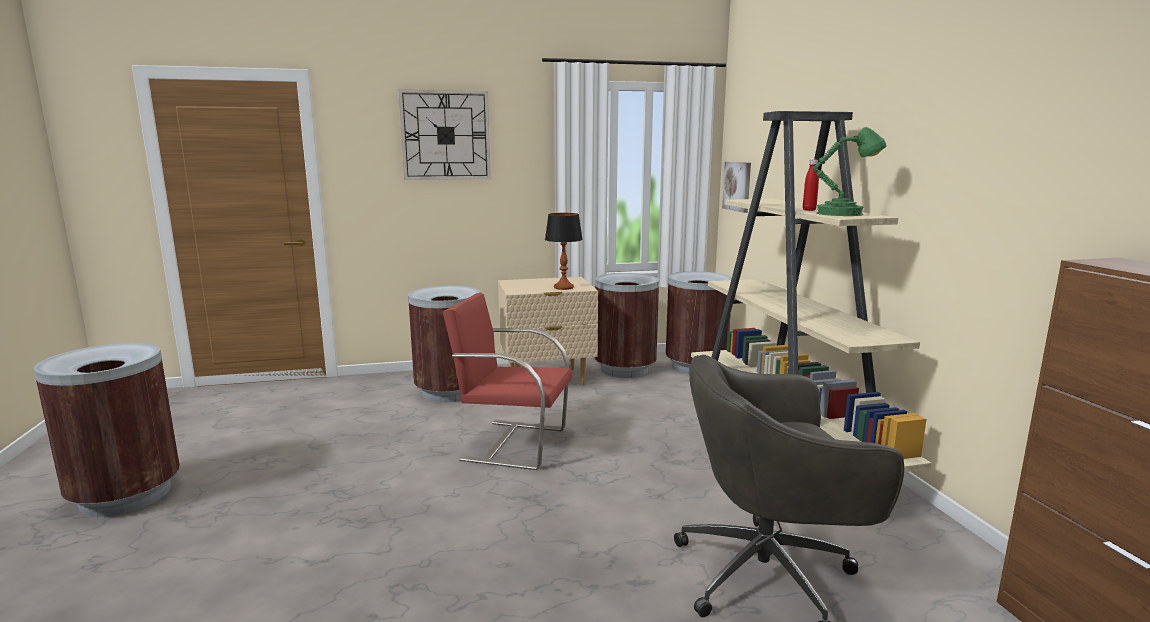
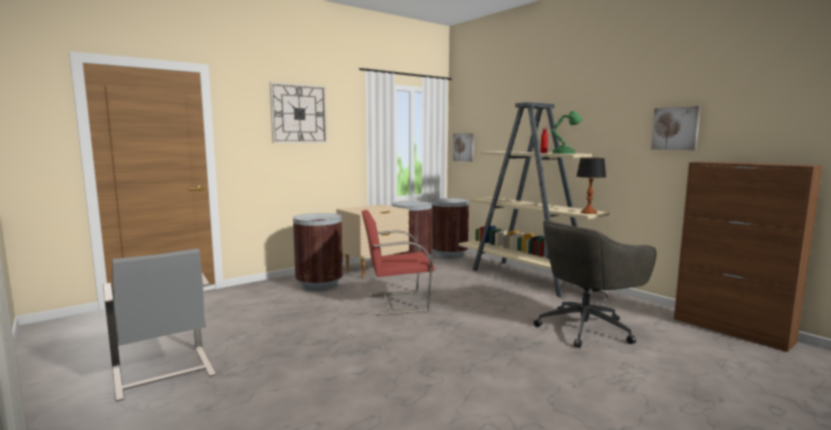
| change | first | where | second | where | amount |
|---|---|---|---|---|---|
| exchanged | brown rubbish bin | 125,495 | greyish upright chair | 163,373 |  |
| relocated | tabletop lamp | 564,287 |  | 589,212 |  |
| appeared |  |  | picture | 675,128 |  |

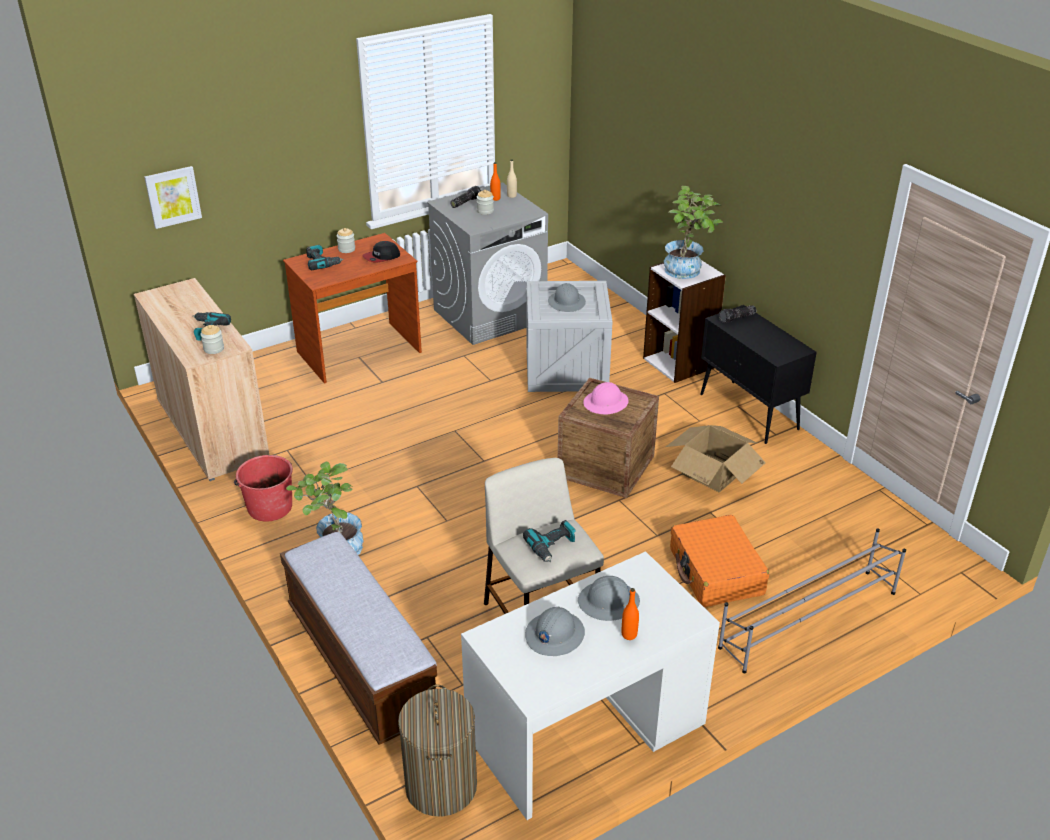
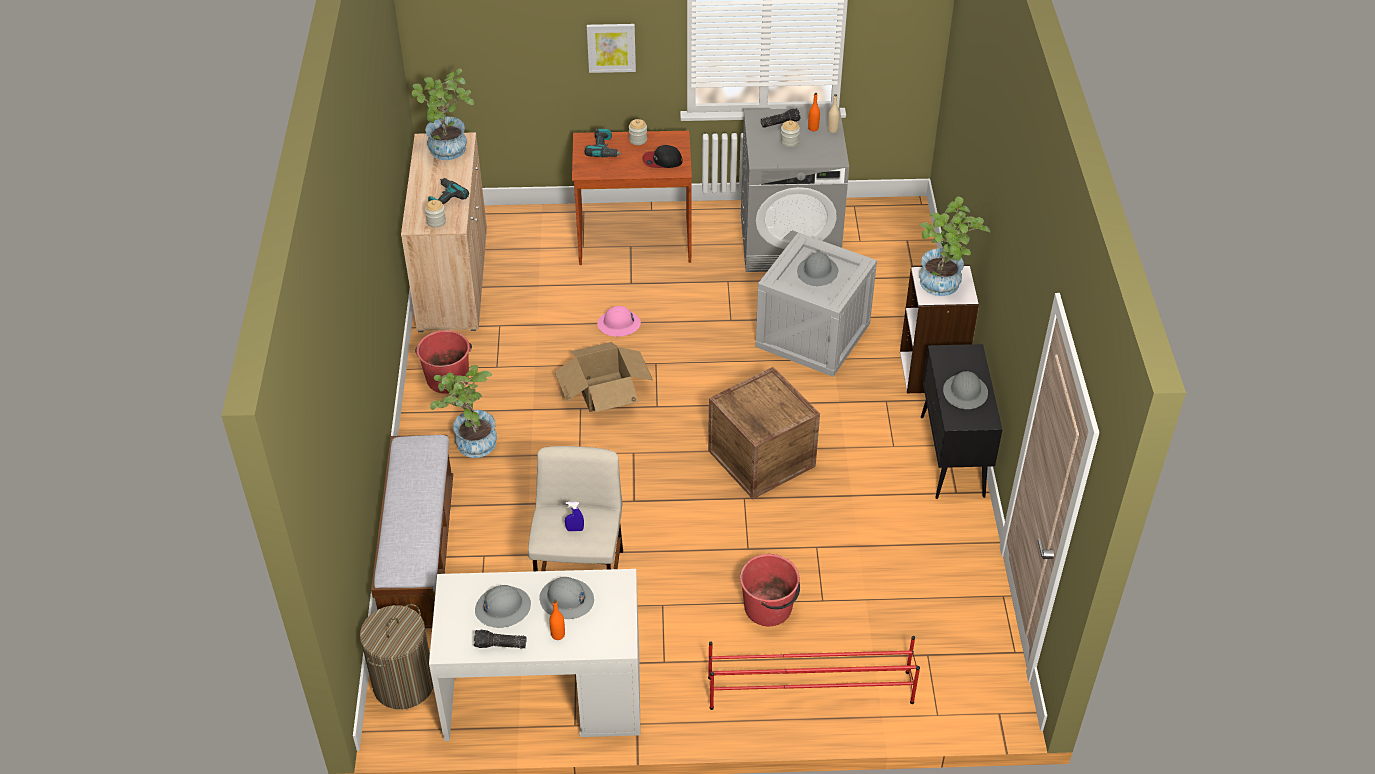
| change | first | where | second | where | amount |
|---|---|---|---|---|---|
| relocated | picture | 173,196 |  | 611,47 |  |
| exchanged | drill | 552,547 | bluish spray bottle | 575,529 |  |
| relocated | pink-coloured hard hat | 606,403 |  | 619,324 |  |
| relocated | packing box | 713,472 |  | 604,392 |  |
| exchanged | orange-coloured suitcase | 716,572 | red pail | 769,607 |  |
| colour | greyish shoe stand | 807,620 | red shoe stand | 809,689 |  |
| relocated | torch | 737,318 |  | 500,645 |  |
| appeared |  |  | houseplant | 448,152 |  |
| appeared |  |  | greyish hard hat | 965,392 |  |

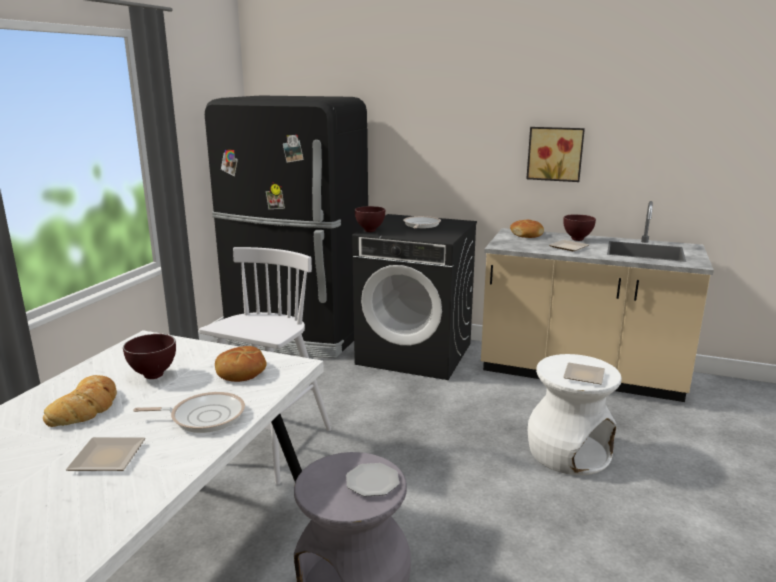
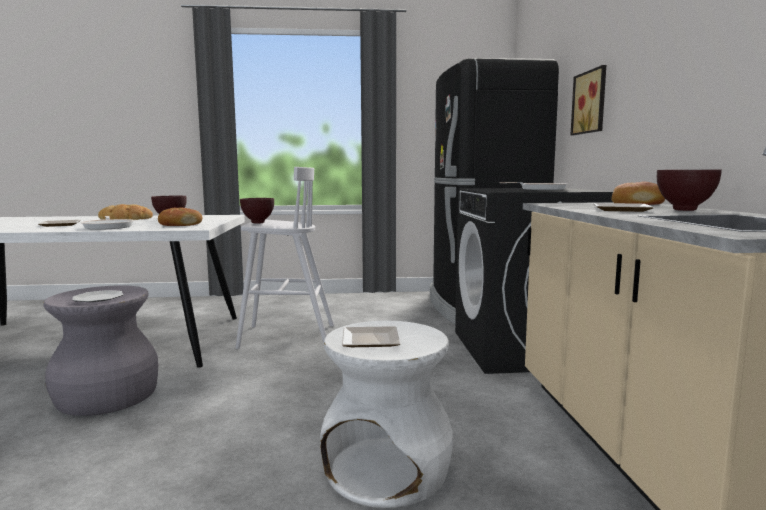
| change | first | where | second | where | amount |
|---|---|---|---|---|---|
| relocated | brown bowl | 370,231 |  | 258,223 |  |
| relocated | picture | 555,153 |  | 591,102 |  |

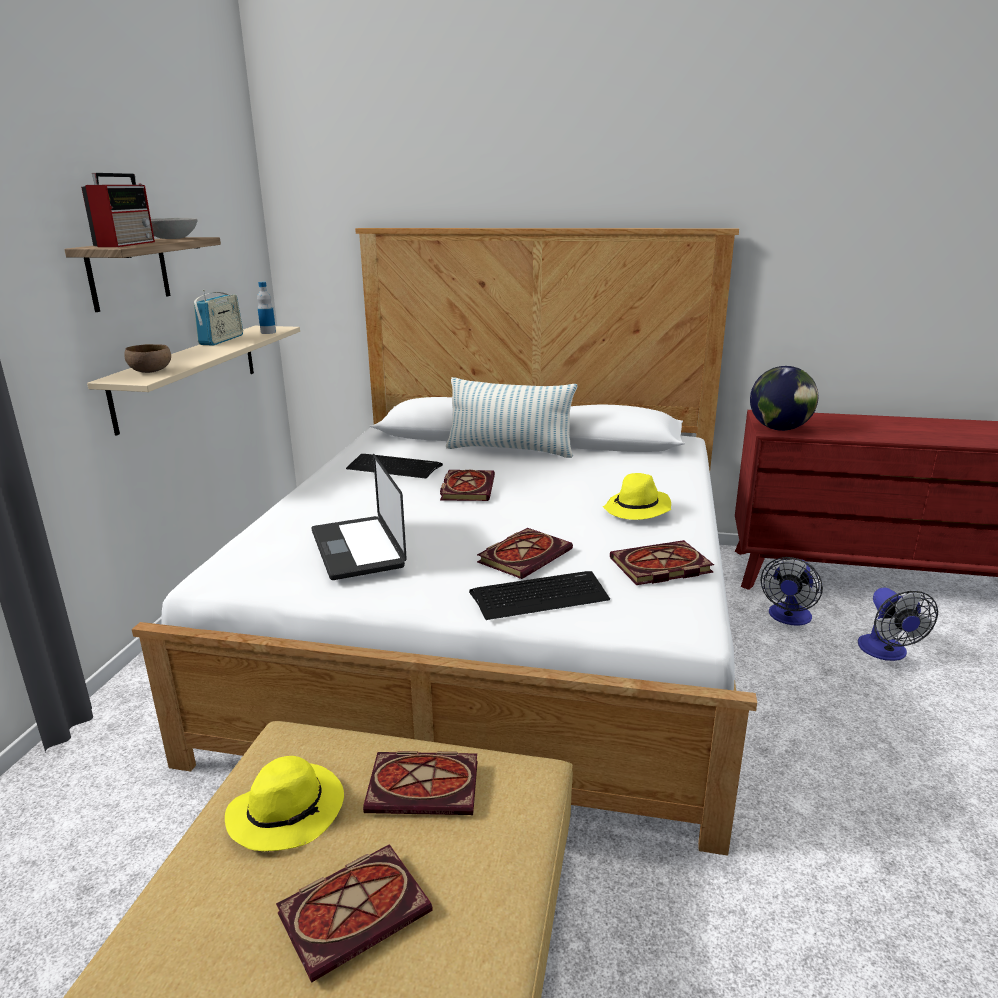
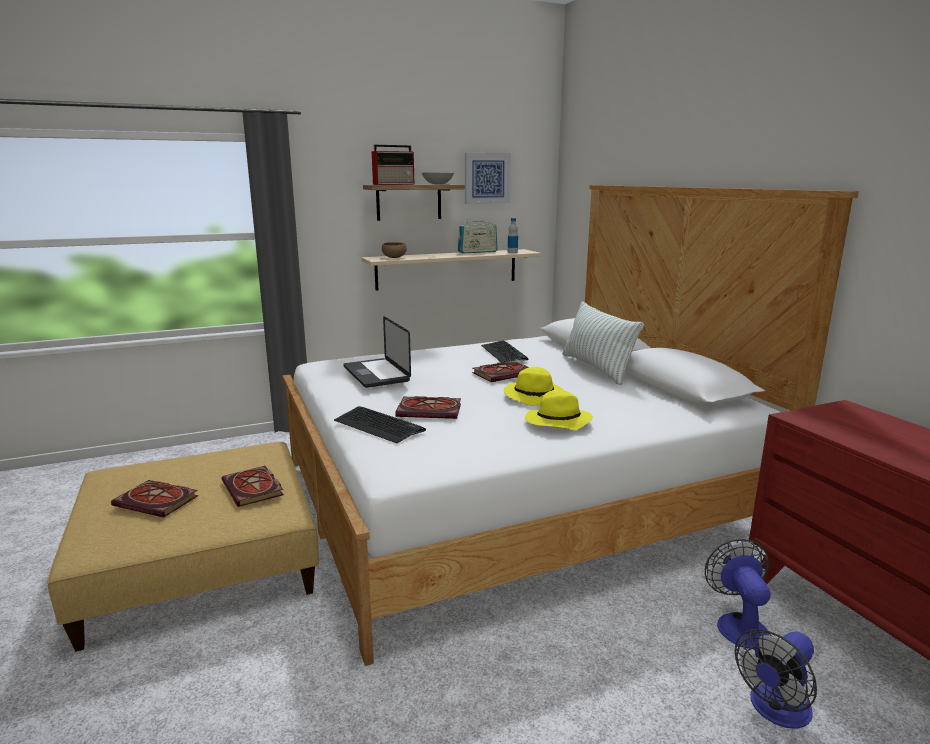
| change | first | where | second | where | amount |
|---|---|---|---|---|---|
| relocated | yellowish hat | 288,810 |  | 535,396 |  |
| spun | notebook computer | 357,549 |  | 376,374 | 60 degrees counterclockwise |
| missing | book | 659,567 |  |  |  |
| missing | desk globe | 779,429 |  |  |  |
| spun | fan | 788,618 |  | 738,624 | 90 degrees clockwise |
| appeared |  |  | picture | 487,178 |  |

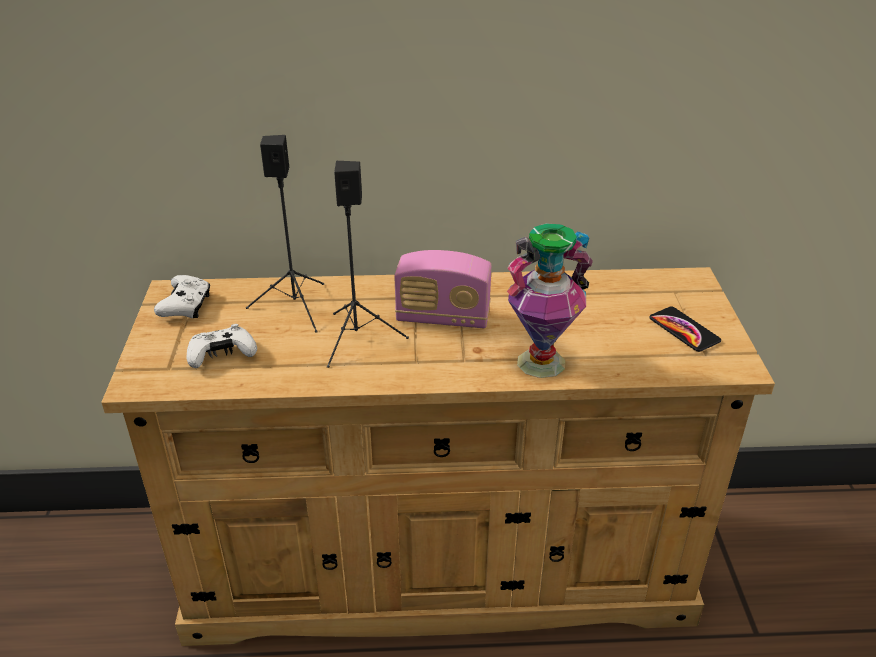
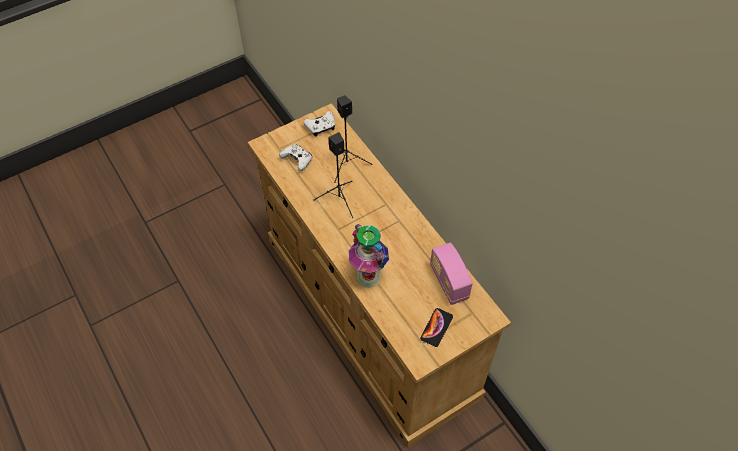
| change | first | where | second | where | amount |
|---|---|---|---|---|---|
| relocated | radio set | 443,318 |  | 448,282 |  |

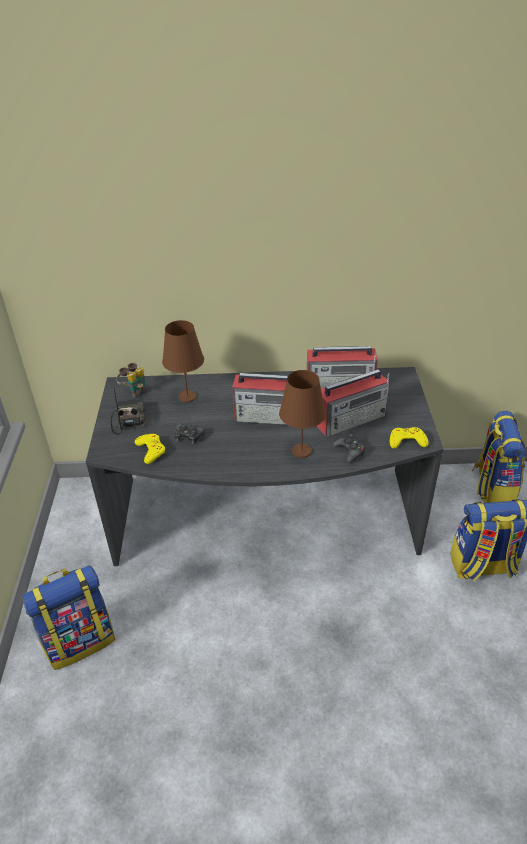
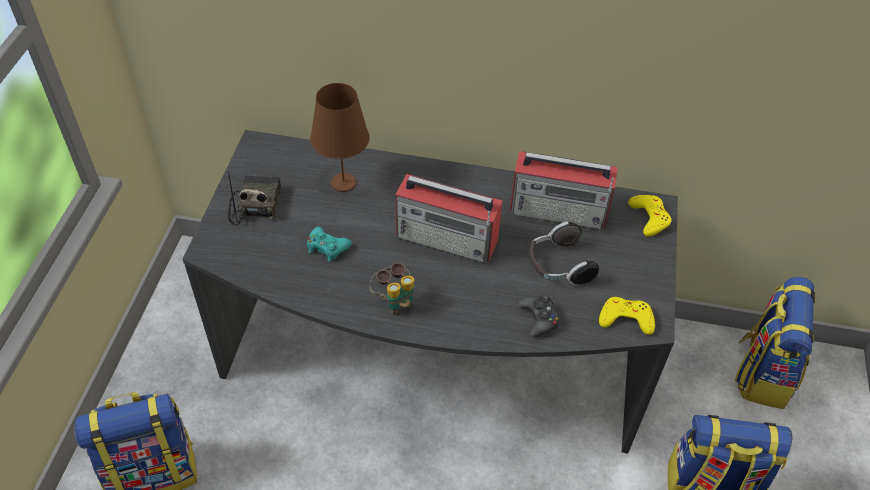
| change | first | where | second | where | amount |
|---|---|---|---|---|---|
| relocated | pair of binoculars | 134,390 |  | 394,301 |  |
| relocated | yellowish joypad | 151,450 |  | 649,217 |  |
| colour | black joypad | 188,436 | turquoise joypad | 327,247 |  |
| missing | brown tabletop lamp | 301,450 |  |  |  |
| exchanged | radio set | 351,419 | headset | 558,266 |  |

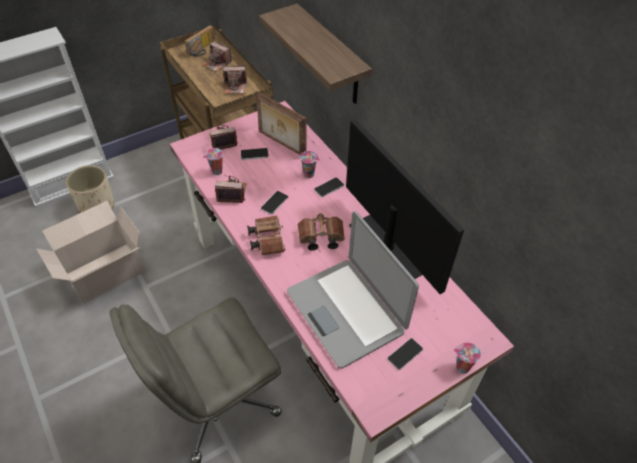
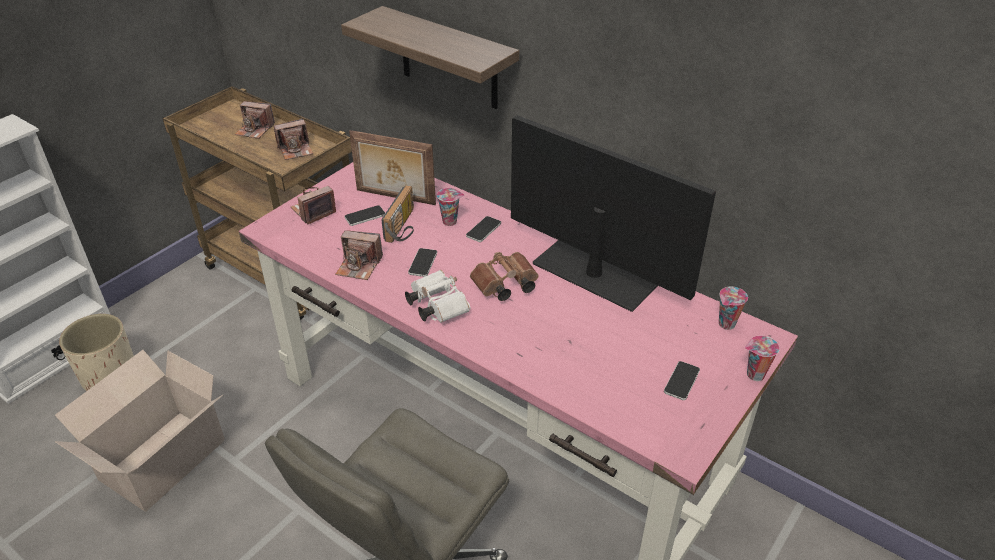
| change | first | where | second | where | amount |
|---|---|---|---|---|---|
| relocated | radio set | 202,49 |  | 404,227 |  |
| relocated | small cup | 216,172 |  | 726,325 |  |
| spun | still camera | 232,193 |  | 359,266 | 150 degrees counterclockwise |
| colour | brown pair of binoculars | 267,239 | whitish pair of binoculars | 436,305 |  |
| missing | notebook computer | 346,311 |  |  |  |

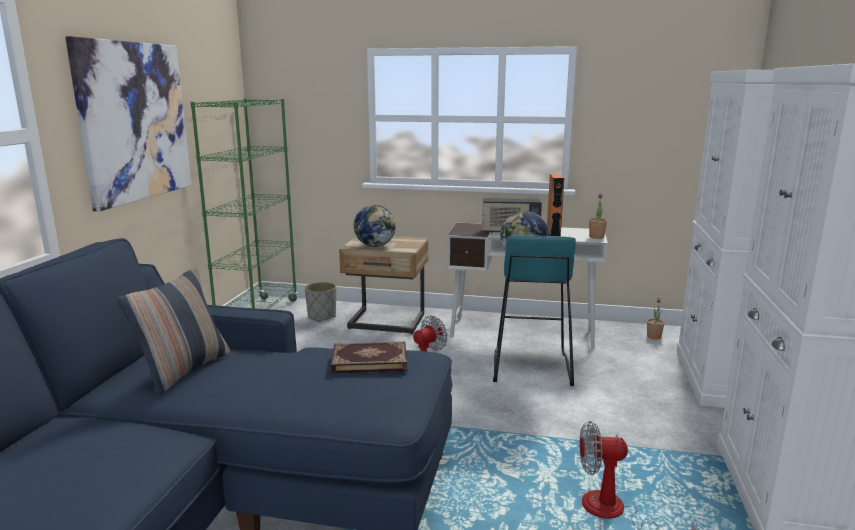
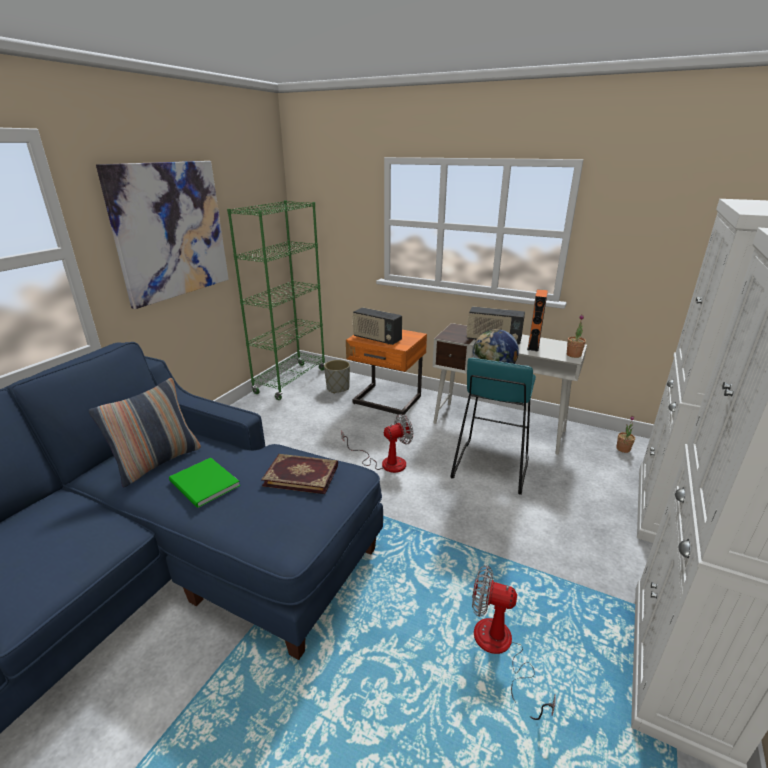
| change | first | where | second | where | amount |
|---|---|---|---|---|---|
| colour | beige night table | 386,323 | orange-coloured night table | 386,401 |  |
| exchanged | desk globe | 375,246 | radio set | 376,339 |  |
| appeared |  |  | green-coloured book | 204,485 |  |

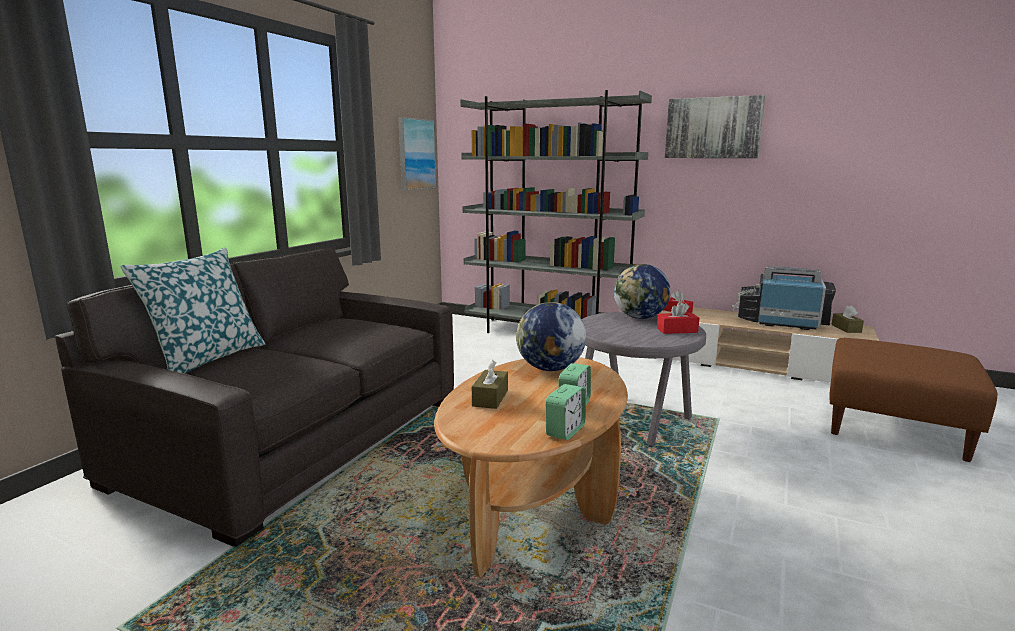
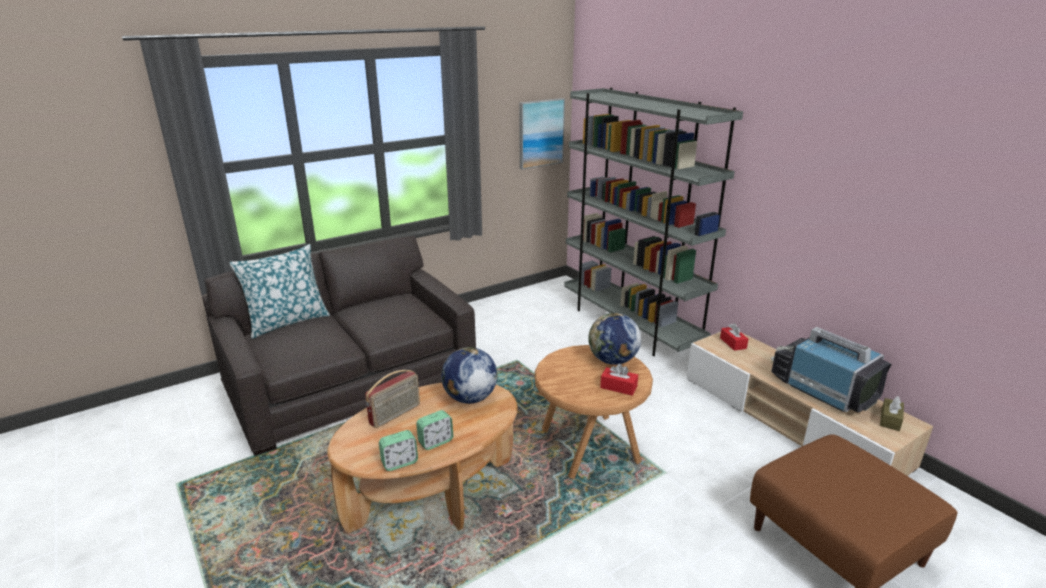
| change | first | where | second | where | amount |
|---|---|---|---|---|---|
| exchanged | brown tissue holder | 490,398 | radio set | 395,415 |  |
| colour | greyish accent table | 633,420 | brown accent table | 589,447 |  |
| missing | picture | 713,128 |  |  |  |

